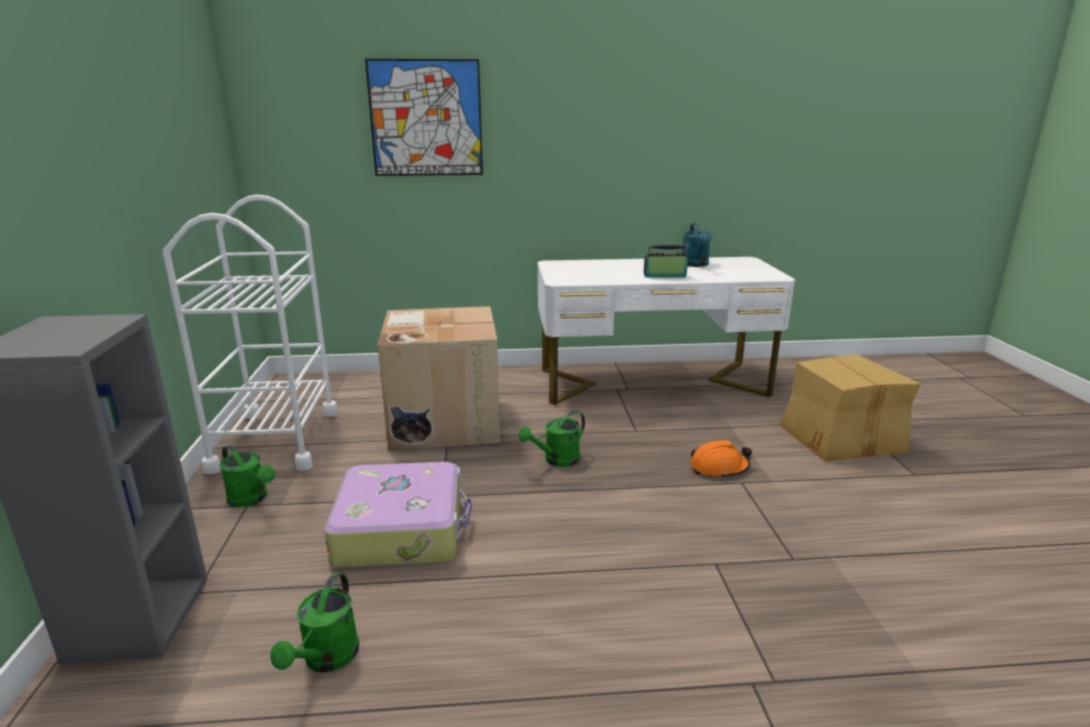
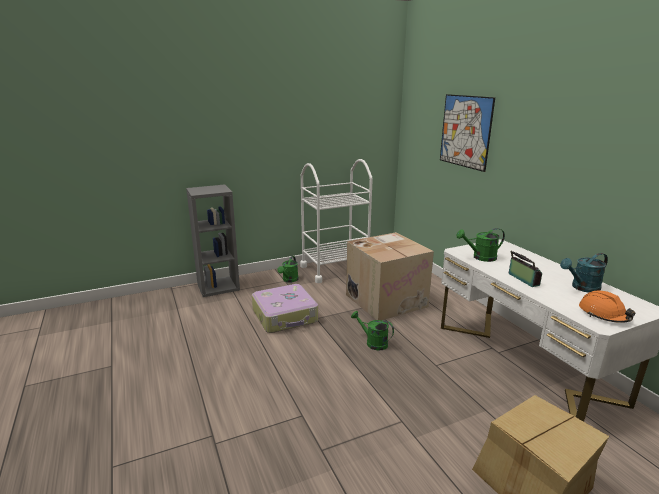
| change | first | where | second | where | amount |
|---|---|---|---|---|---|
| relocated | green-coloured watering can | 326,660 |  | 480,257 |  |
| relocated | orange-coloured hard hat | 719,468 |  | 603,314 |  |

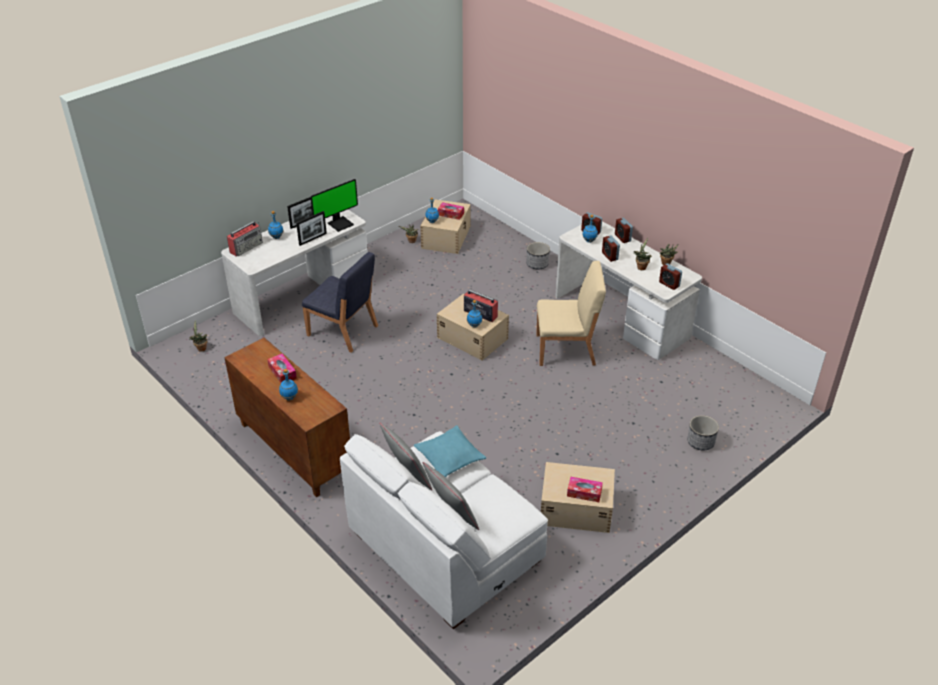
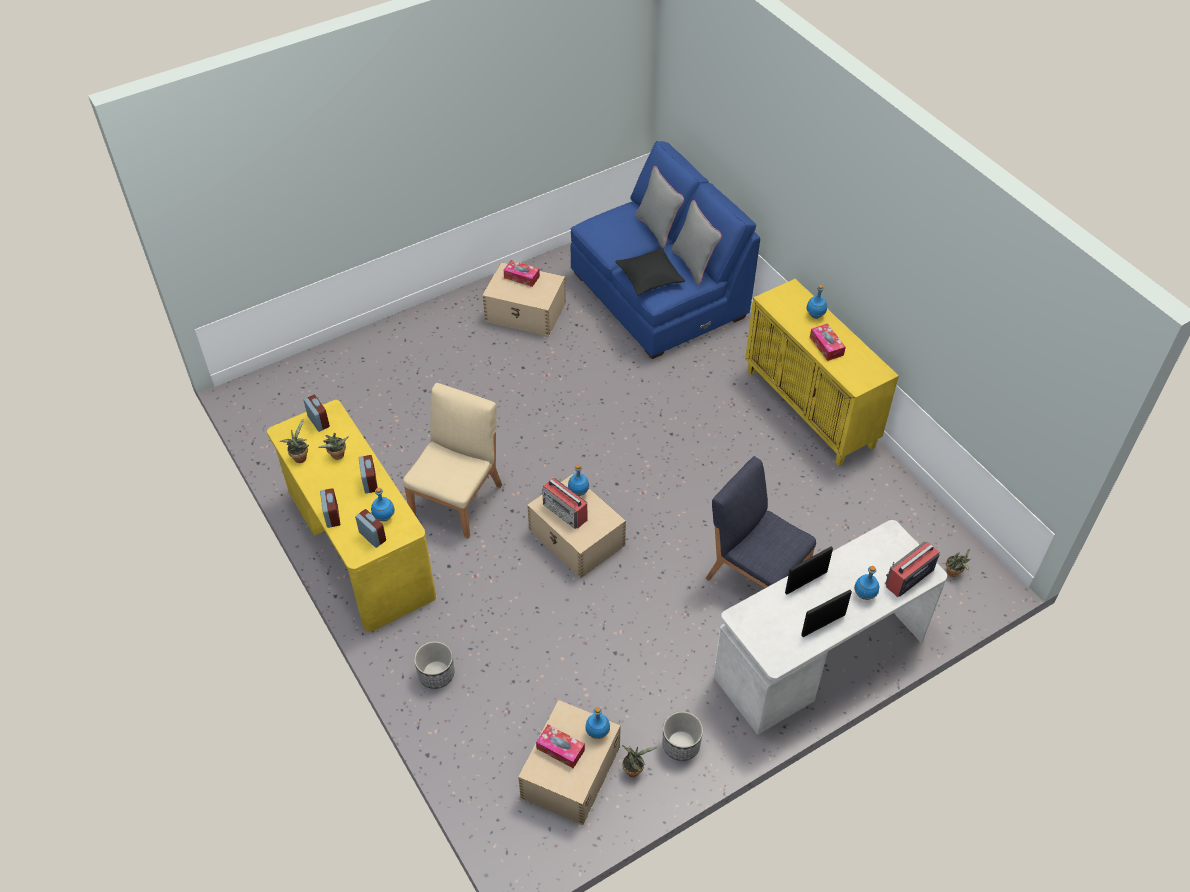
| change | first | where | second | where | amount |
|---|---|---|---|---|---|
| colour | brown storage cabinet | 293,450 | yellowish storage cabinet | 811,408 |  |
| missing | monitor | 340,223 |  |  |  |
| colour | whitish couch | 446,547 | bluish couch | 658,295 |  |
| colour | turquoise pillow | 449,457 | black pillow | 649,277 |  |
| spun | beige upright chair | 566,350 |  | 458,500 | 105 degrees clockwise |
| colour | whitish desk unit | 621,317 | yellowish desk unit | 359,545 |  |
| relocated | plant pot | 700,442 |  | 681,745 |  |

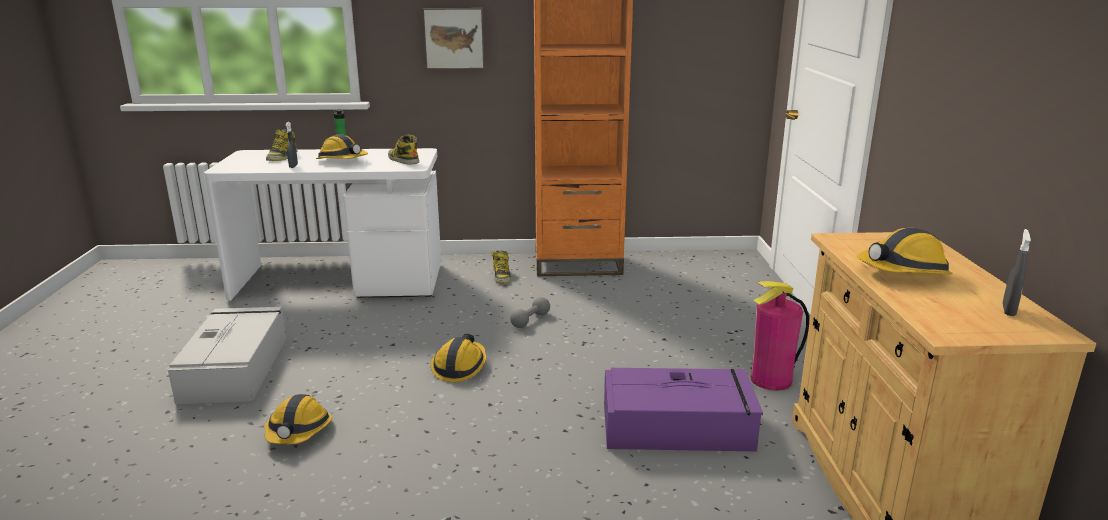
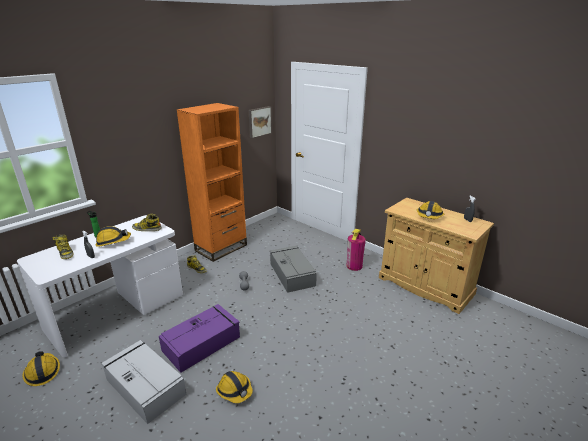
| change | first | where | second | where | amount |
|---|---|---|---|---|---|
| relocated | picture | 454,38 |  | 259,121 |  |
| relocated | hard hat | 460,366 |  | 42,372 |  |
| relocated | purplish storage box | 679,426 |  | 202,343 |  |
| appeared |  |  | greyish storage box | 291,274 |  |

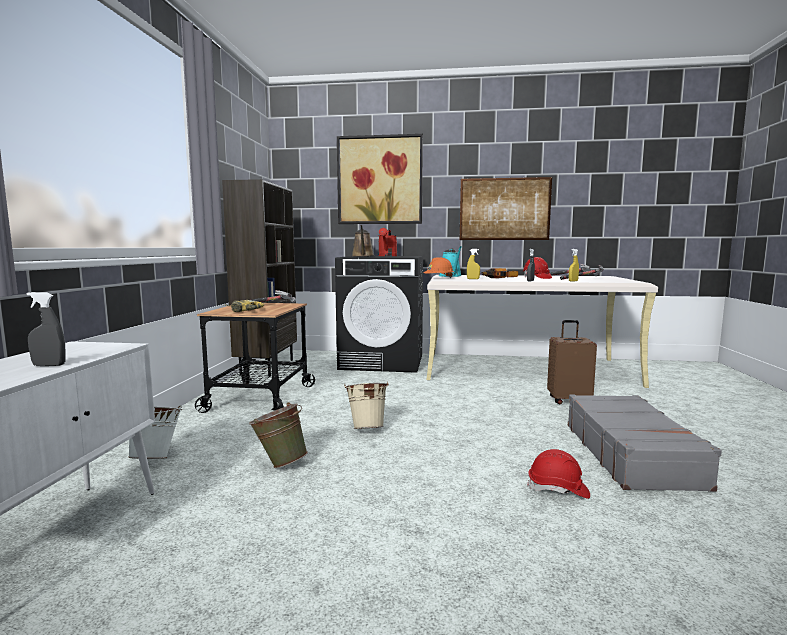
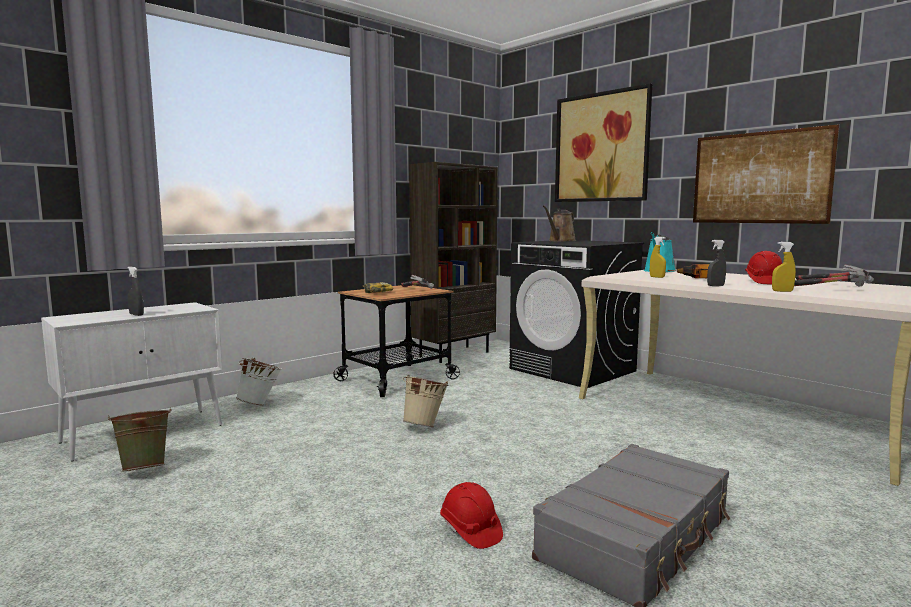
| change | first | where | second | where | amount |
|---|---|---|---|---|---|
| relocated | green-coloured pail | 280,463 |  | 145,469 |  |
| missing | red watering can | 387,256 |  |  |  |
| missing | orange-coloured hard hat | 438,278 |  |  |  |
| missing | brown suitcase | 569,400 |  |  |  |

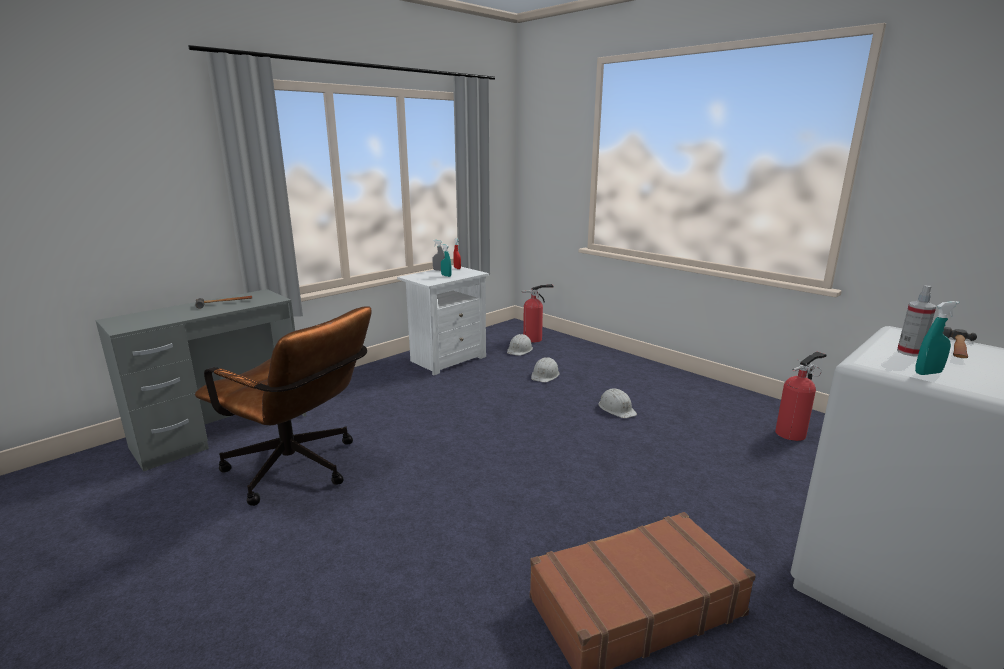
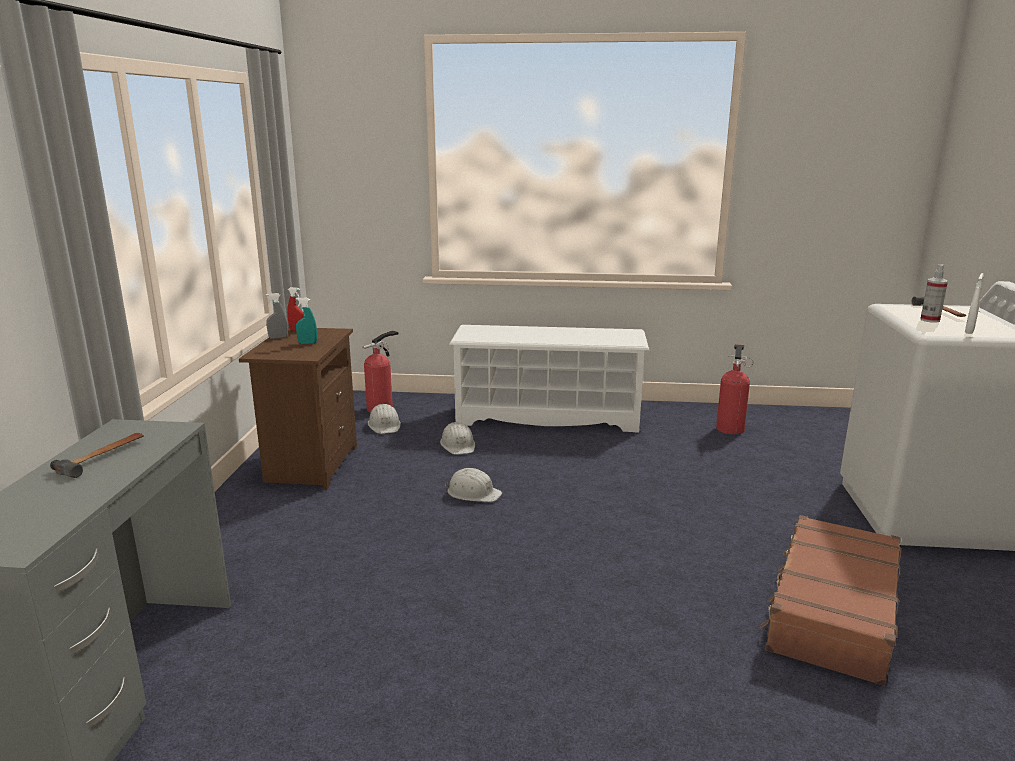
| change | first | where | second | where | amount |
|---|---|---|---|---|---|
| missing | brown computer chair | 300,470 |  |  |  |
| colour | whitish night table | 446,359 | brown night table | 310,464 |  |
| relocated | whitish hard hat | 616,409 |  | 473,493 |  |
| colour | turquoise spray bottle | 928,373 | whitish spray bottle | 969,331 |  |
| appeared |  |  | whitish shoe stand | 548,417 |  |

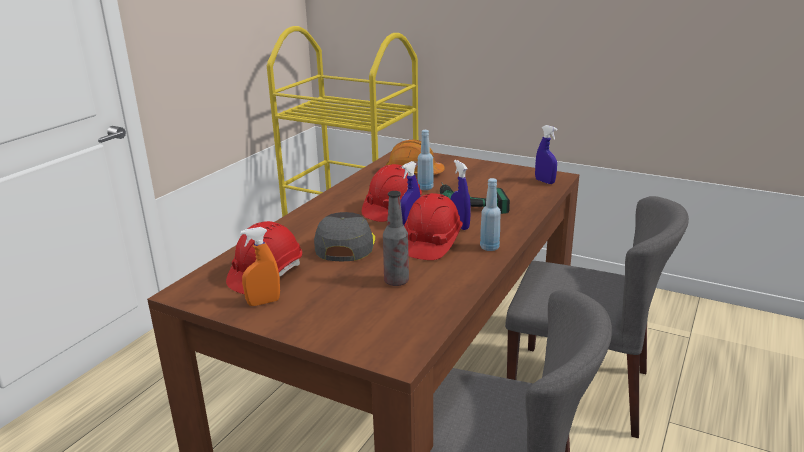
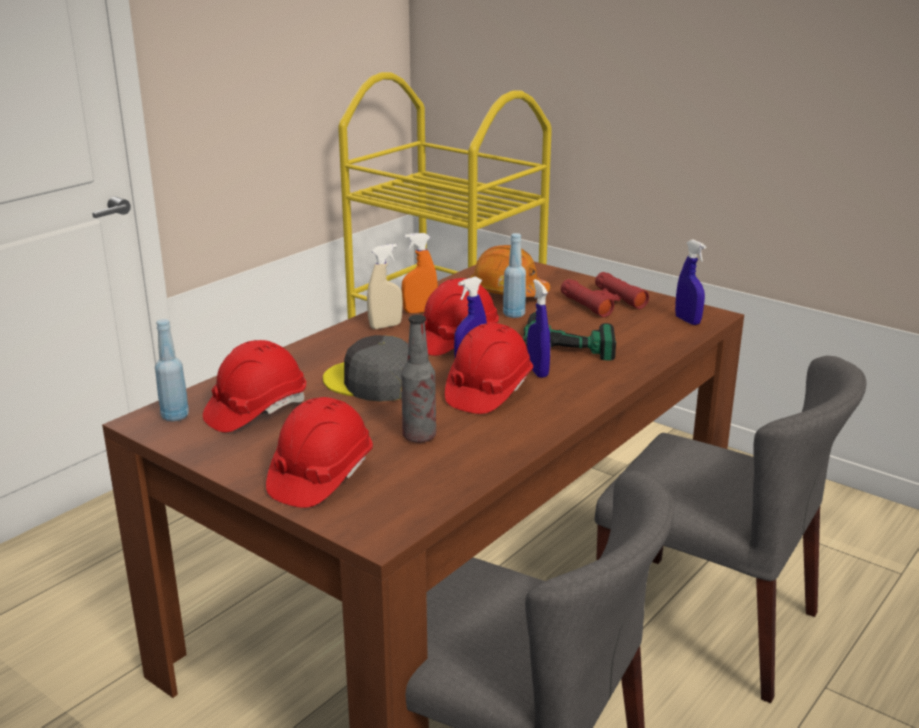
| change | first | where | second | where | amount |
|---|---|---|---|---|---|
| relocated | orange-coloured spray bottle | 263,302 |  | 420,311 |  |
| spun | greyish cap | 345,245 |  | 372,382 | 75 degrees counterclockwise |
| relocated | bluish drink bottle | 489,247 |  | 175,416 |  |
| appeared |  |  | red hard hat | 320,476 |  |
| appeared |  |  | beige spray bottle | 385,326 |  |
| appeared |  |  | red pair of binoculars | 603,302 |  |

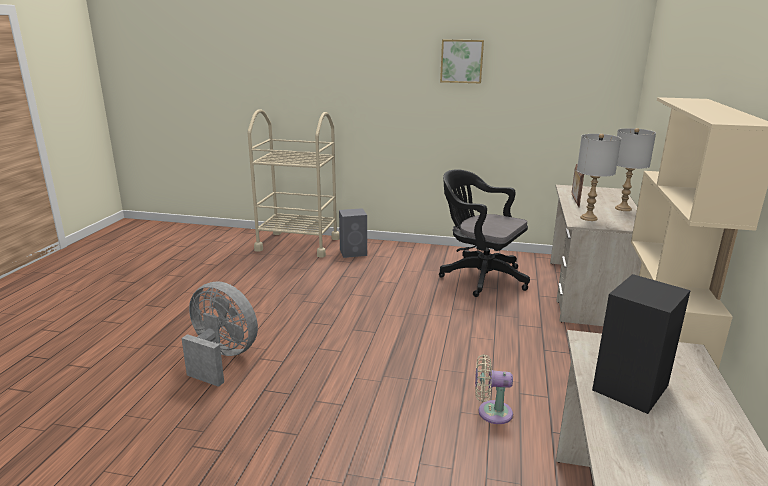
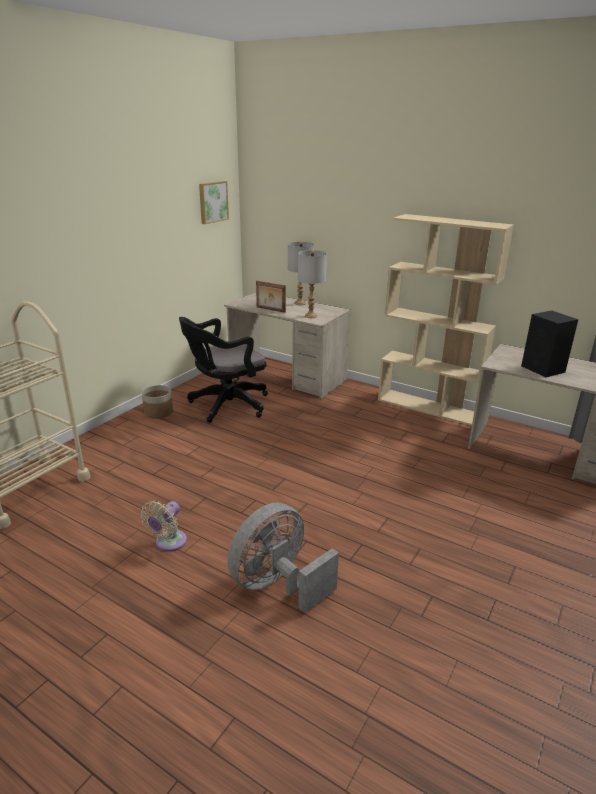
| change | first | where | second | where | amount |
|---|---|---|---|---|---|
| missing | greyish audio speaker | 354,252 |  |  |  |
| relocated | picture | 461,61 |  | 212,202 |  |
| relocated | beige fan | 491,412 |  | 169,543 |  |
| appeared |  |  | plant pot | 159,412 |  |

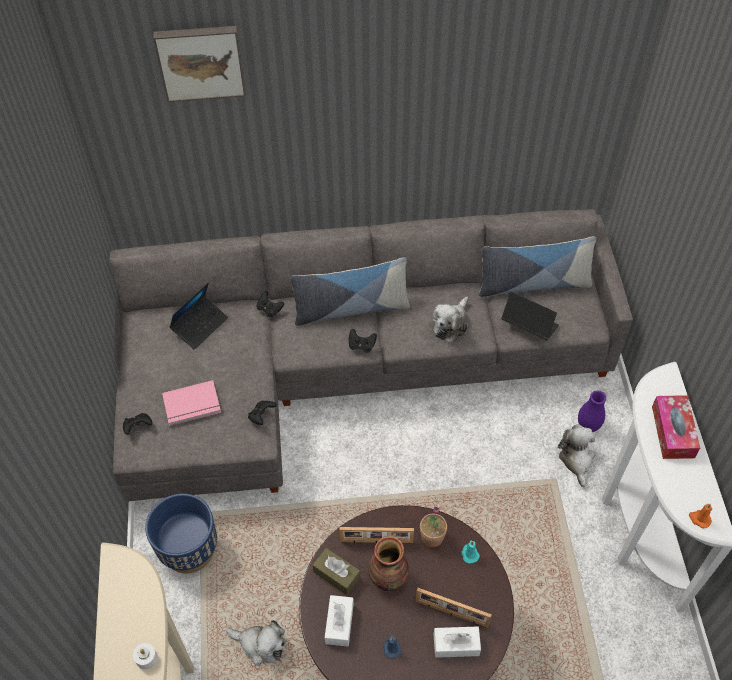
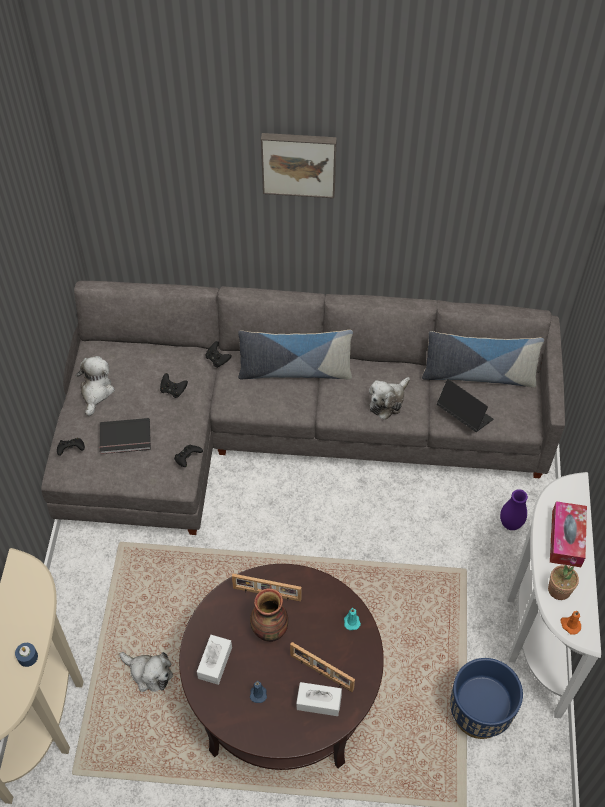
| change | first | where | second | where | amount |
|---|---|---|---|---|---|
| colour | whitish candle | 146,658 | bluish candle | 27,657 |  |
| relocated | bluish plant pot | 189,549 |  | 479,713 |  |
| relocated | picture | 201,61 |  | 299,163 |  |
| colour | pink-coloured book | 192,405 | black book | 125,438 |  |
| missing | notebook computer | 200,325 |  |  |  |
| missing | brown tissue holder | 336,574 |  |  |  |
| relocated | black joypad | 361,345 |  | 173,390 |  |
| relocated | houseplant | 432,537 |  | 559,590 |  |
| relocated | cuddly toy | 576,459 |  | 96,391 |  |

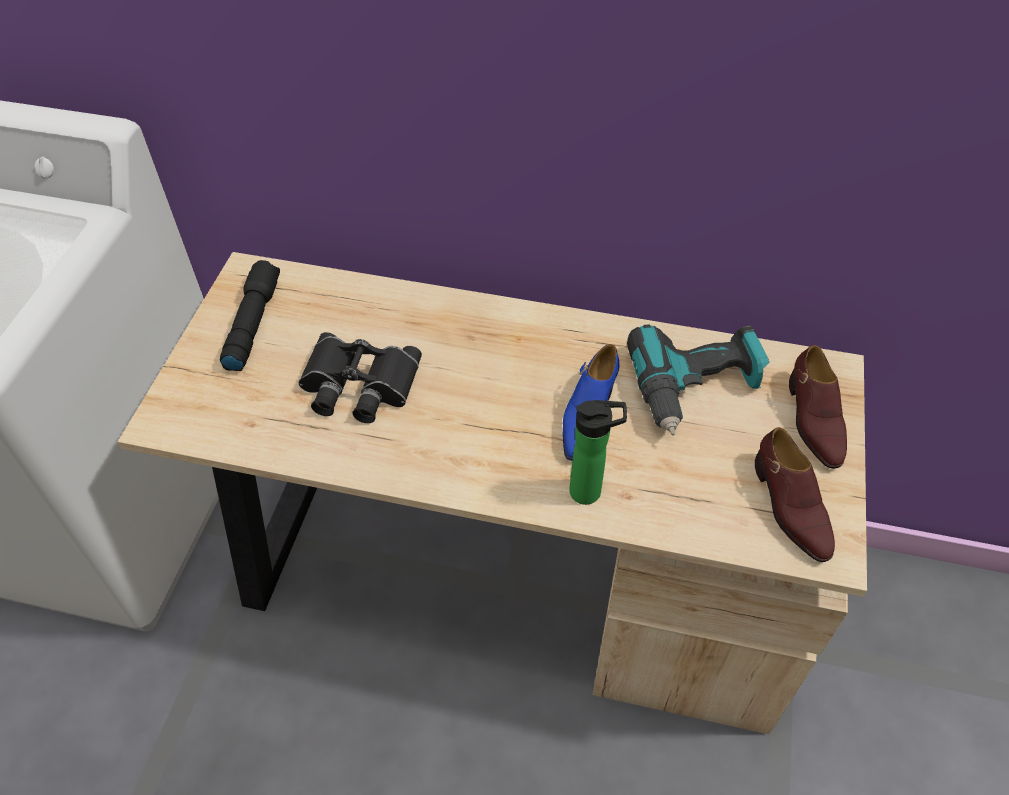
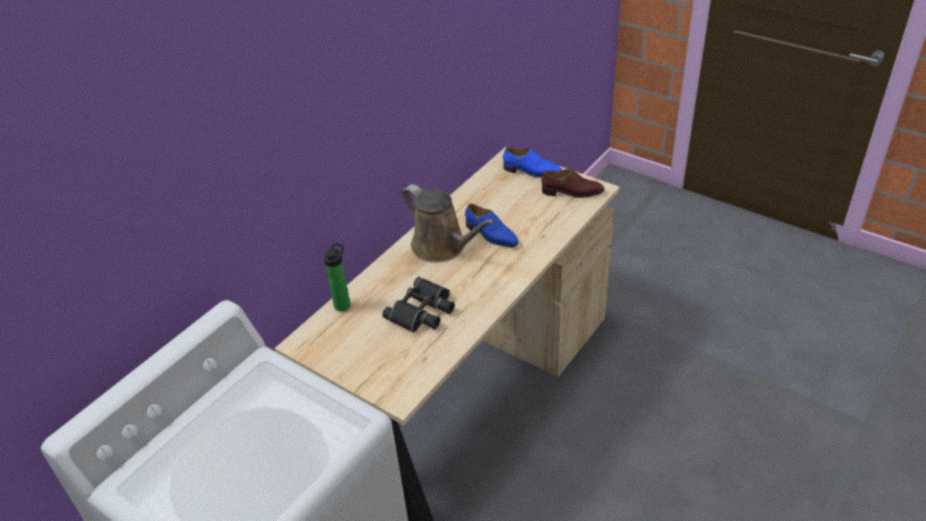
| change | first | where | second | where | amount |
|---|---|---|---|---|---|
| missing | black torch | 252,323 |  |  |  |
| relocated | drink bottle | 590,492 |  | 343,303 |  |
| missing | drill | 696,388 |  |  |  |
| colour | brown item of footwear | 813,420 | bluish item of footwear | 532,171 |  |
| appeared |  |  | brown watering can | 442,247 |  |

